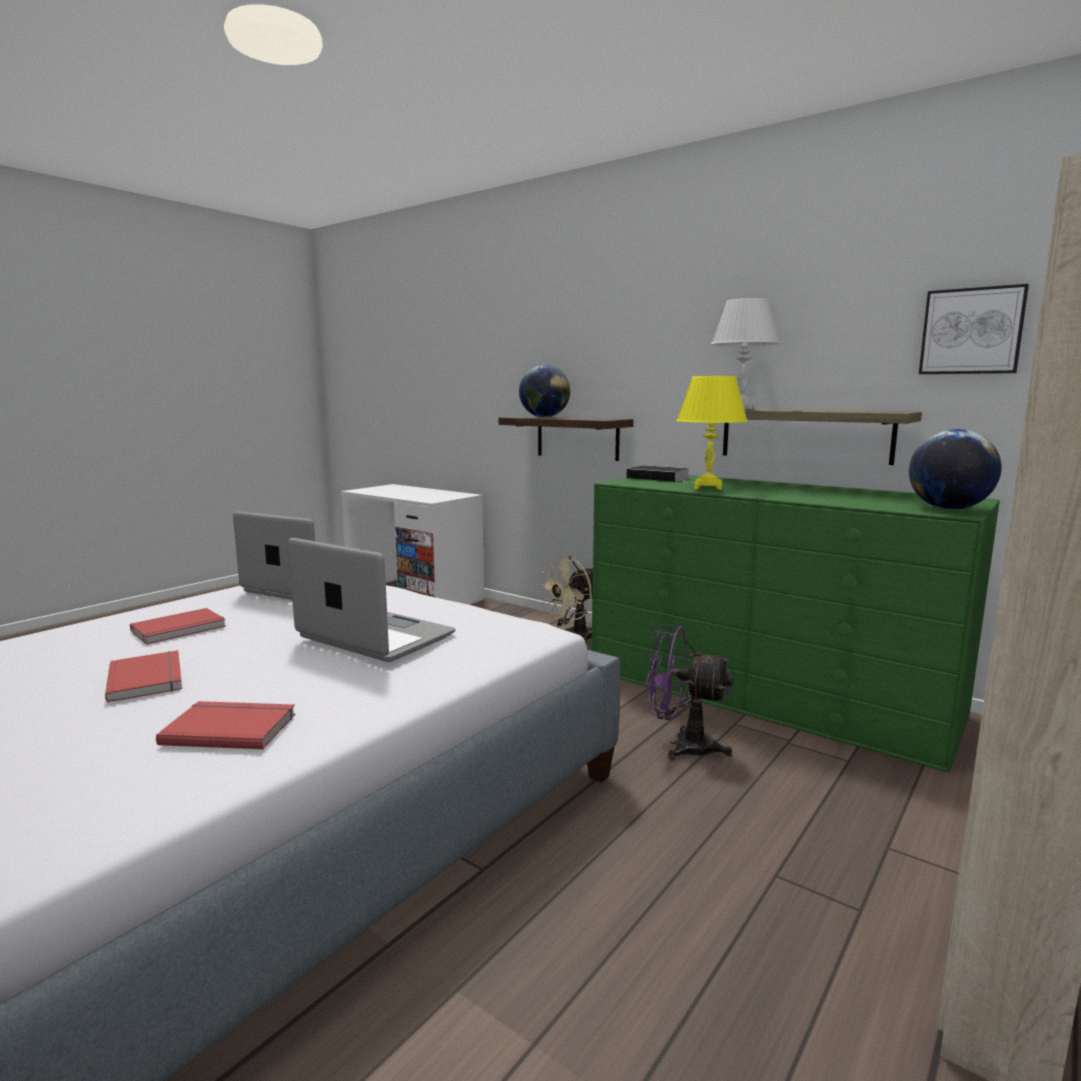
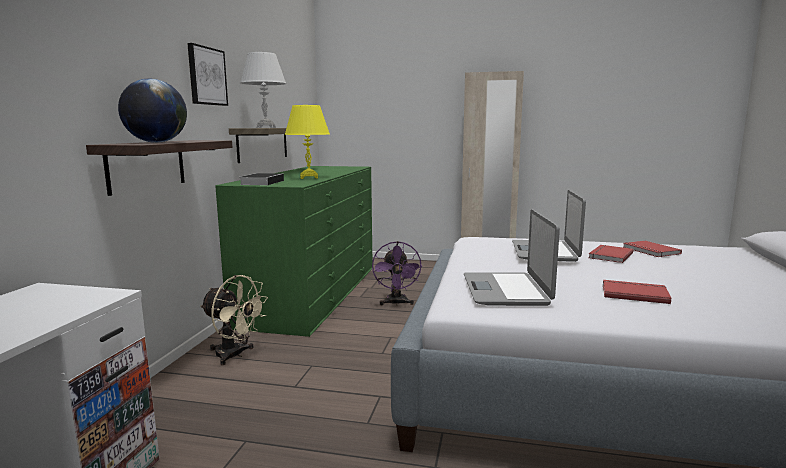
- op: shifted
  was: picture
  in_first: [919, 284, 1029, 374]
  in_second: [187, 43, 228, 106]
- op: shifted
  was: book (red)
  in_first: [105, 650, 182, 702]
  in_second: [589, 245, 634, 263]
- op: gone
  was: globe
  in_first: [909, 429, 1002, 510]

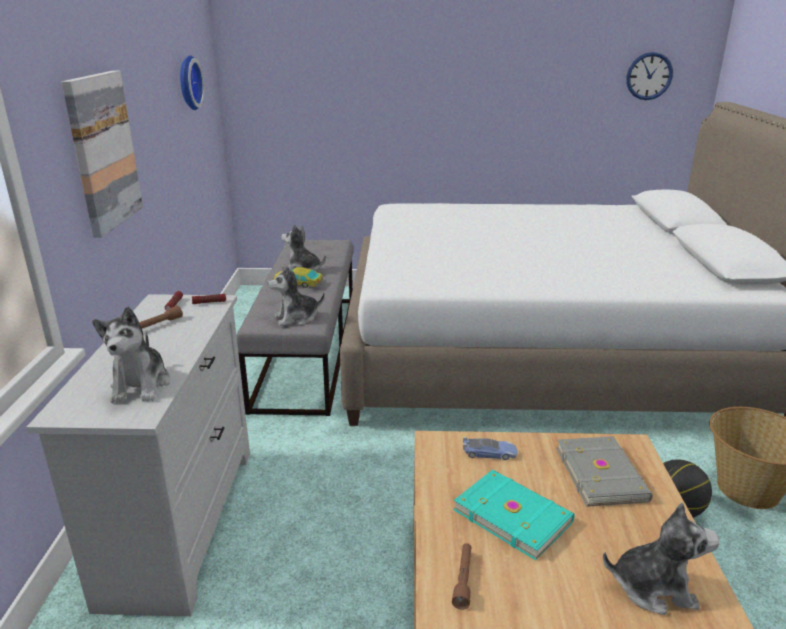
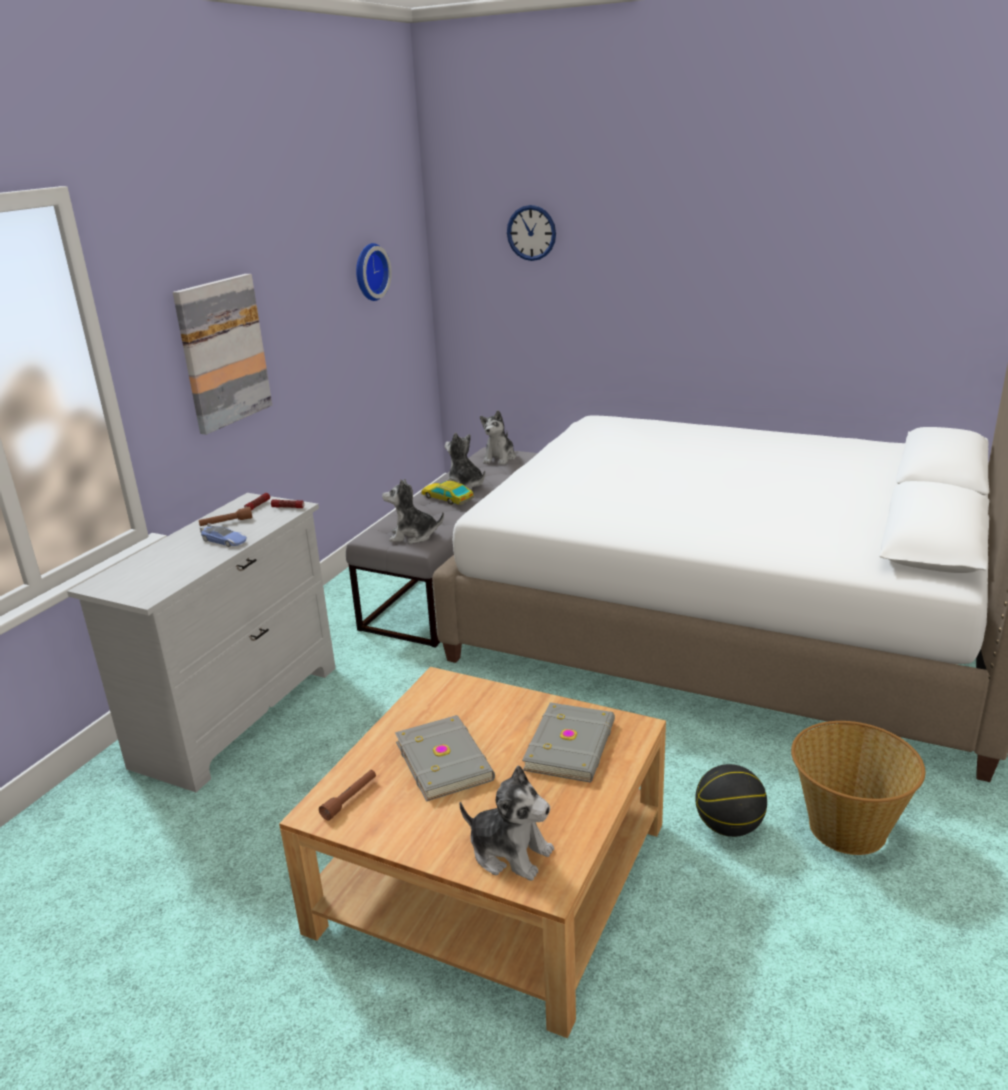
- op: shifted
  was: toy car
  in_first: [463, 437, 518, 460]
  in_second: [200, 523, 247, 547]
- op: repainted
  was: book (turquoise)
  now: book (grey)
  in_first: [453, 470, 575, 560]
  in_second: [395, 715, 495, 802]
- op: shifted
  was: plush toy
  in_first: [92, 306, 170, 403]
  in_second: [480, 410, 516, 465]
- op: shifted
  was: wall clock
  in_first: [626, 52, 673, 100]
  in_second: [507, 205, 556, 261]

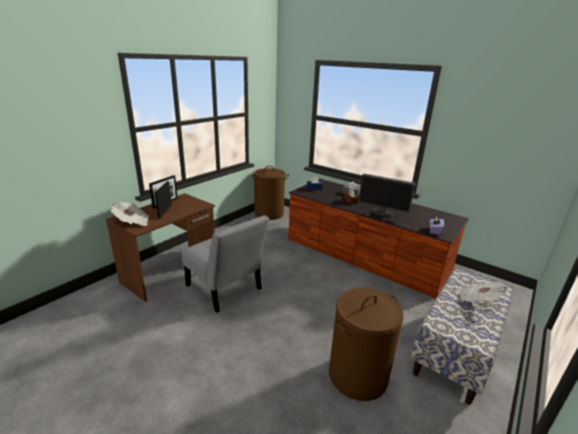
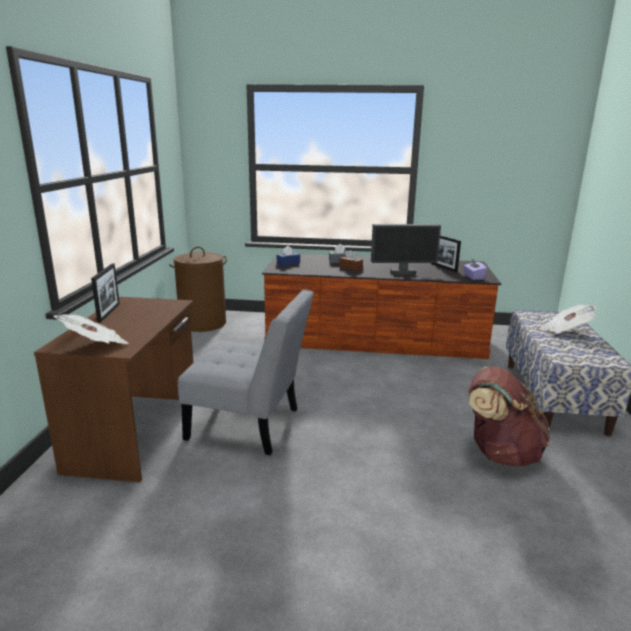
- op: shifted
  was: picture frame
  in_first: [155, 181, 172, 219]
  in_second: [431, 235, 461, 272]
- op: swapped
  was: laundry basket (brown)
  now: backpack (brown)
  in_first: [329, 288, 404, 401]
  in_second: [468, 366, 550, 466]

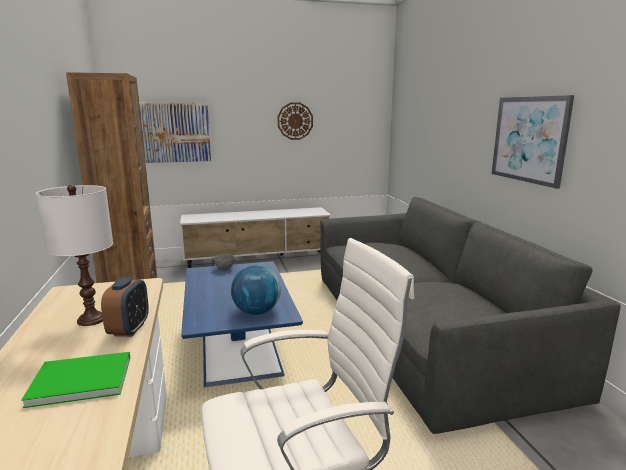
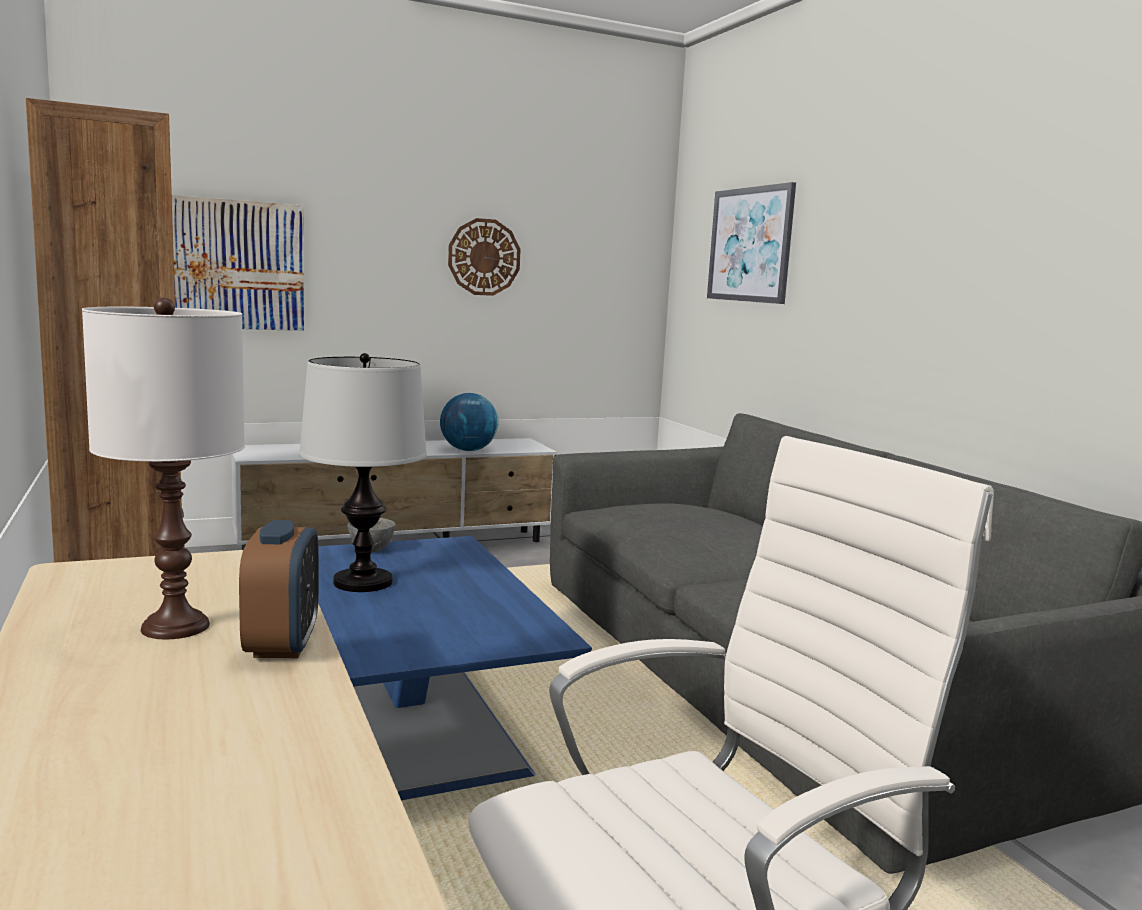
- op: new
  now: table lamp
  in_second: [299, 353, 427, 592]
- op: shifted
  was: globe
  in_first: [231, 265, 281, 315]
  in_second: [440, 393, 499, 451]
- op: shifted
  was: picture
  in_first: [492, 95, 574, 189]
  in_second: [707, 182, 796, 304]
- op: gone
  was: book (green)
  in_first: [21, 352, 130, 408]

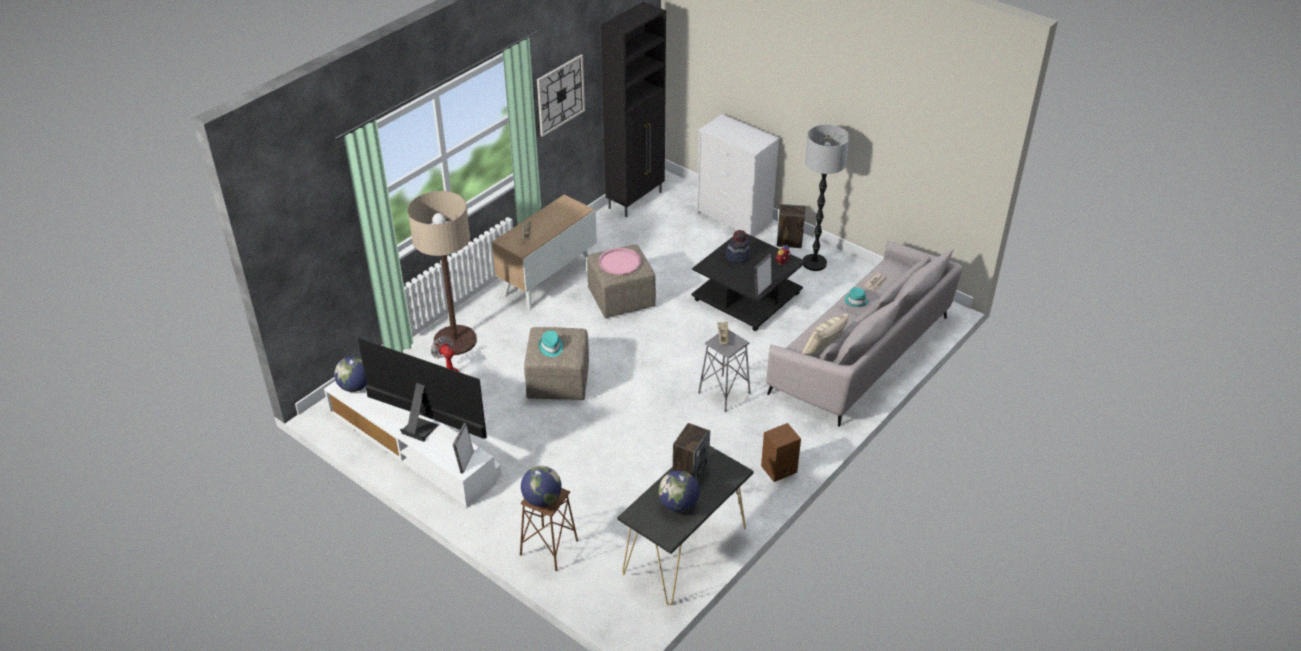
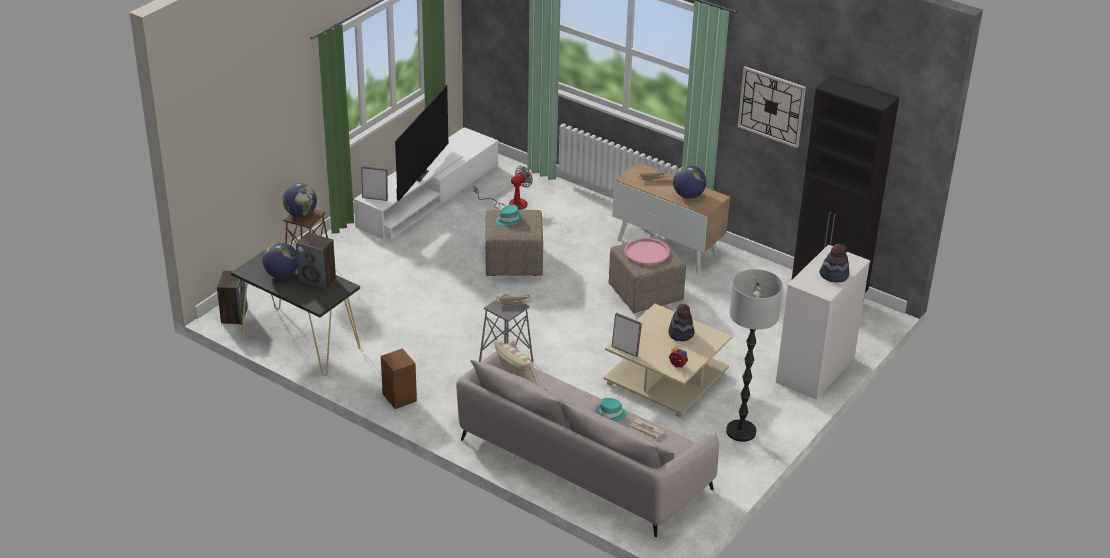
- op: shifted
  was: speaker
  in_first: [777, 204, 805, 248]
  in_second: [217, 271, 248, 325]
- op: repainted
  was: coffee table (black)
  now: coffee table (beige)
  in_first: [691, 233, 806, 331]
  in_second: [604, 304, 732, 417]
- op: shifted
  was: globe
  in_first: [334, 356, 367, 392]
  in_second: [673, 165, 706, 199]
- op: new
  now: hat
  in_second: [819, 244, 849, 283]
- op: gone
  was: floor lamp
  in_first: [408, 191, 477, 355]

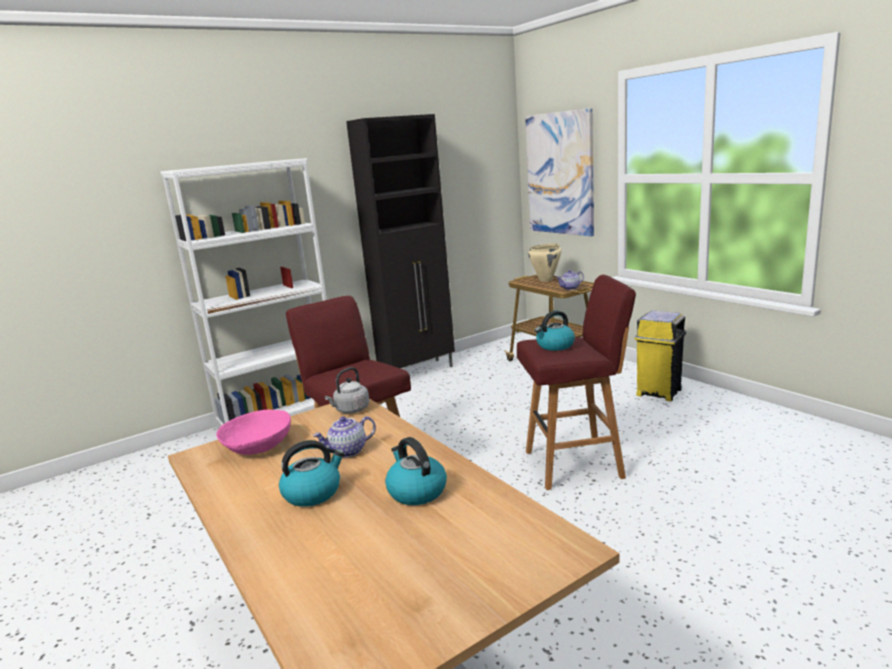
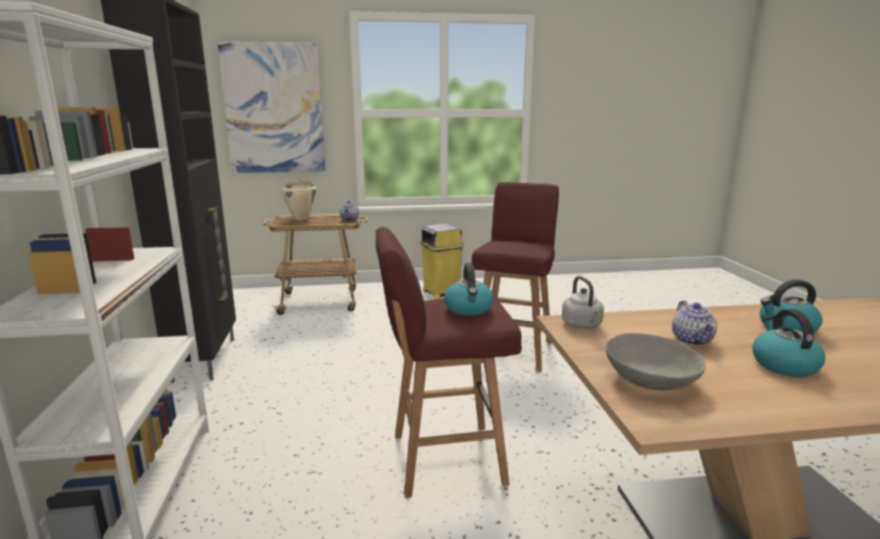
- op: shifted
  was: kettle
  in_first: [535, 311, 575, 351]
  in_second: [444, 263, 494, 316]
- op: repainted
  was: bowl (pink)
  now: bowl (grey)
  in_first: [216, 410, 291, 455]
  in_second: [605, 333, 706, 390]

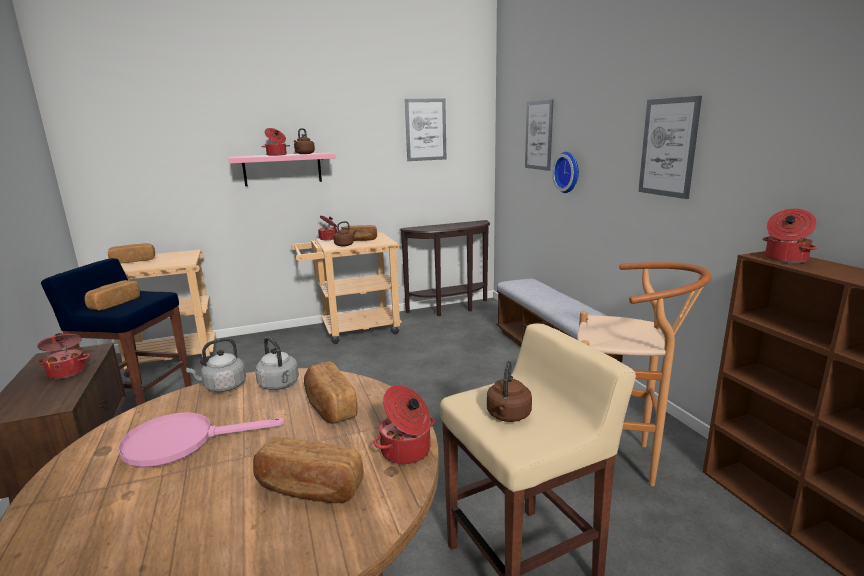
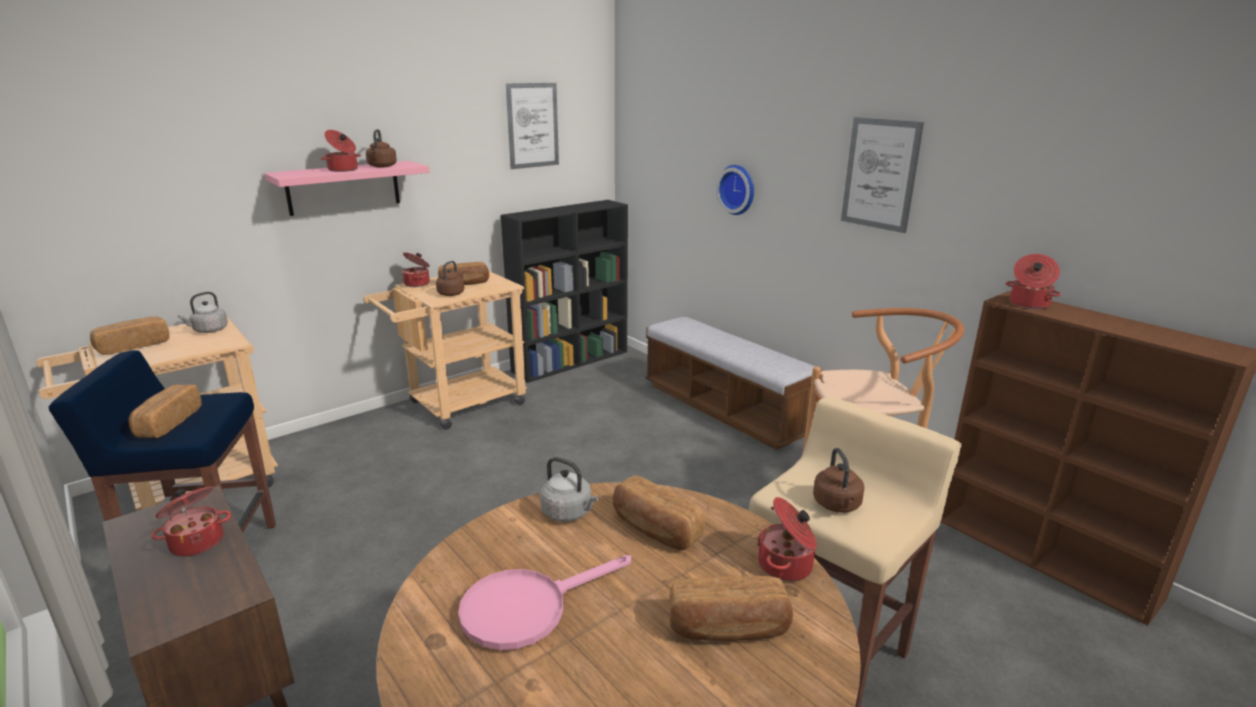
- op: shifted
  was: kettle (grey)
  in_first: [186, 338, 246, 392]
  in_second: [178, 292, 228, 333]
- op: swapped
  was: console table (brown)
  now: bookcase (black)
  in_first: [400, 220, 490, 316]
  in_second: [501, 200, 628, 383]
- op: gone
  was: picture
  in_first: [525, 99, 553, 171]

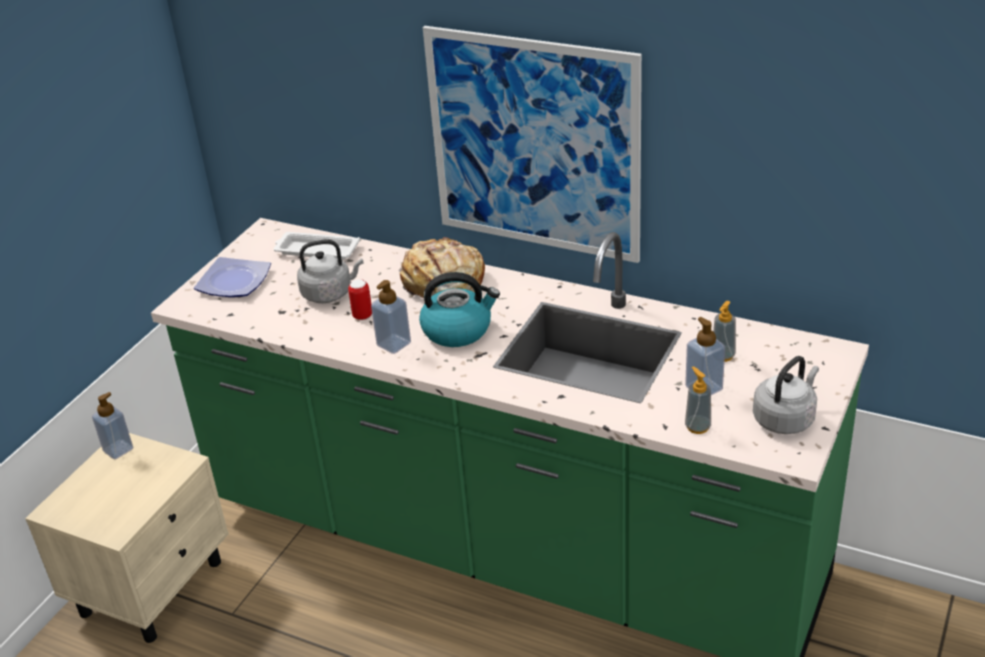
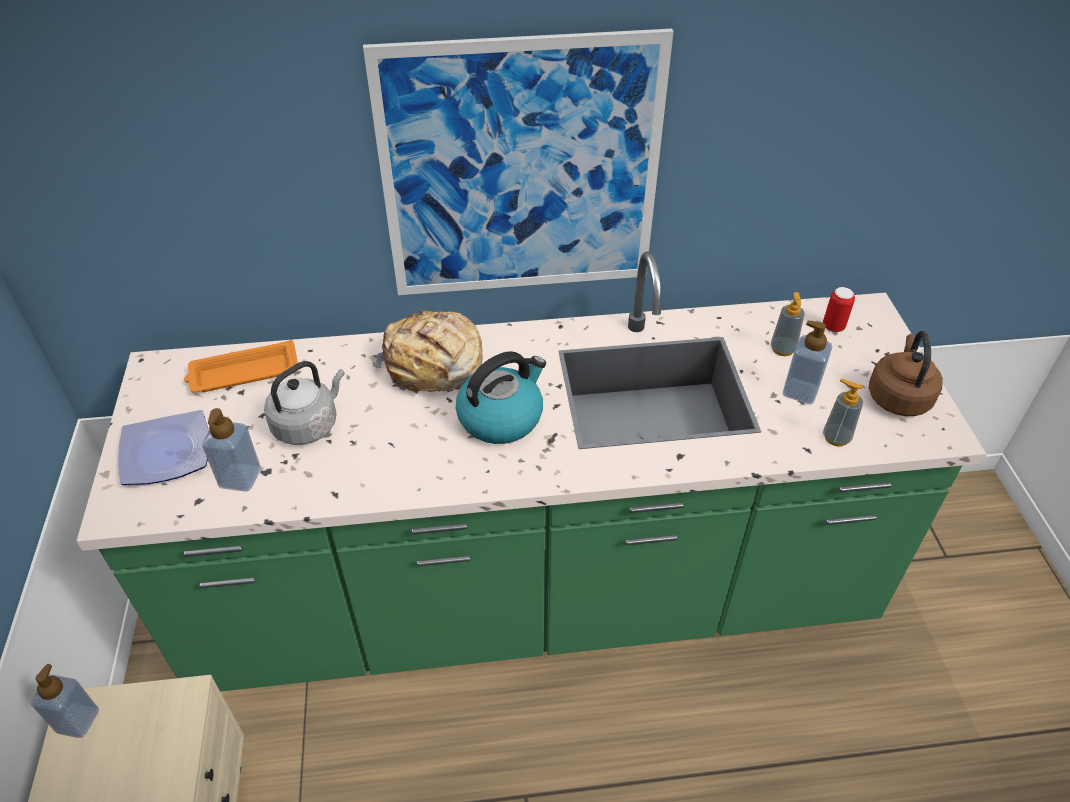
- op: repainted
  was: tray (white)
  now: tray (orange)
  in_first: [273, 232, 360, 260]
  in_second: [184, 340, 298, 393]
- op: shifted
  was: soap dispenser
  in_first: [371, 280, 411, 354]
  in_second: [202, 408, 261, 491]
- op: shifted
  was: can
  in_first: [348, 279, 372, 320]
  in_second: [823, 287, 855, 332]
- op: repainted
  was: kettle (grey)
  now: kettle (brown)
  in_first: [753, 356, 819, 434]
  in_second: [869, 331, 943, 416]

